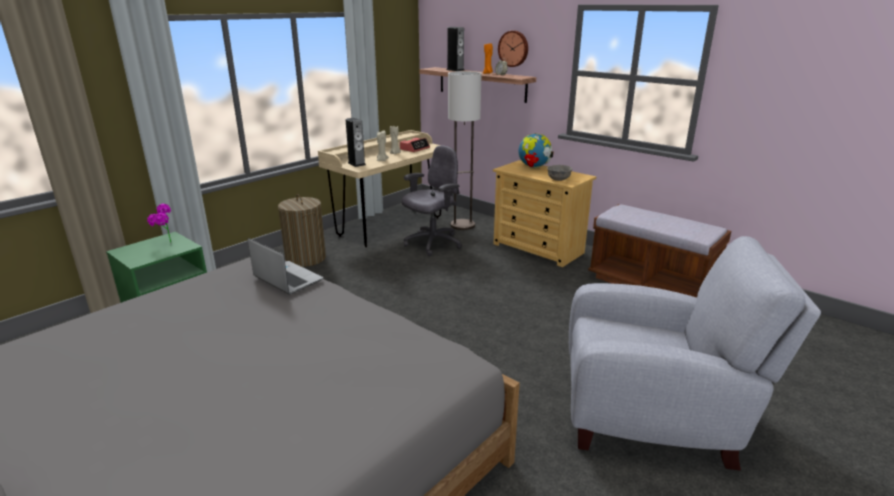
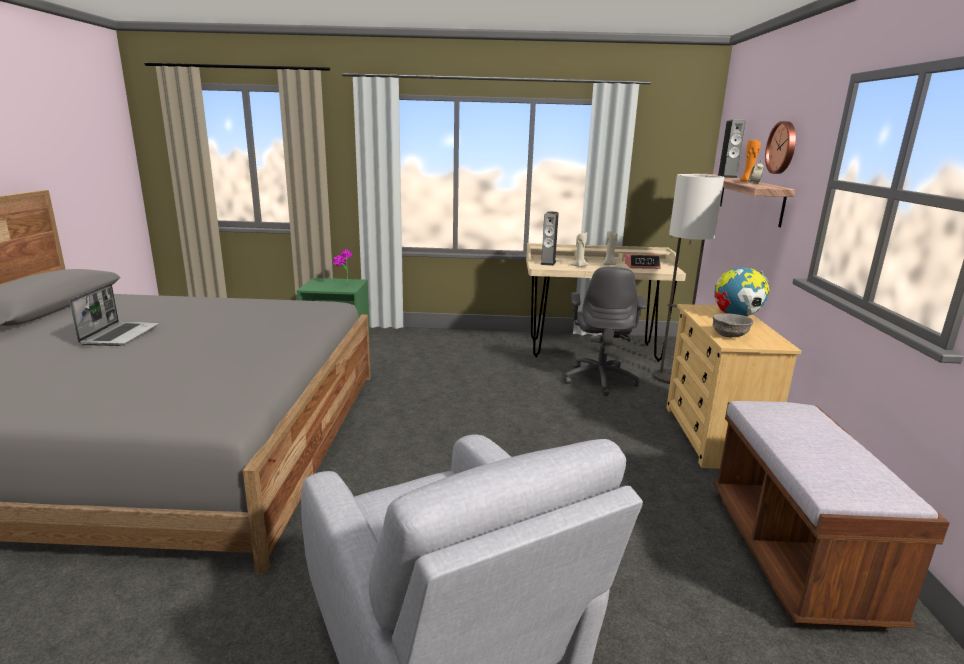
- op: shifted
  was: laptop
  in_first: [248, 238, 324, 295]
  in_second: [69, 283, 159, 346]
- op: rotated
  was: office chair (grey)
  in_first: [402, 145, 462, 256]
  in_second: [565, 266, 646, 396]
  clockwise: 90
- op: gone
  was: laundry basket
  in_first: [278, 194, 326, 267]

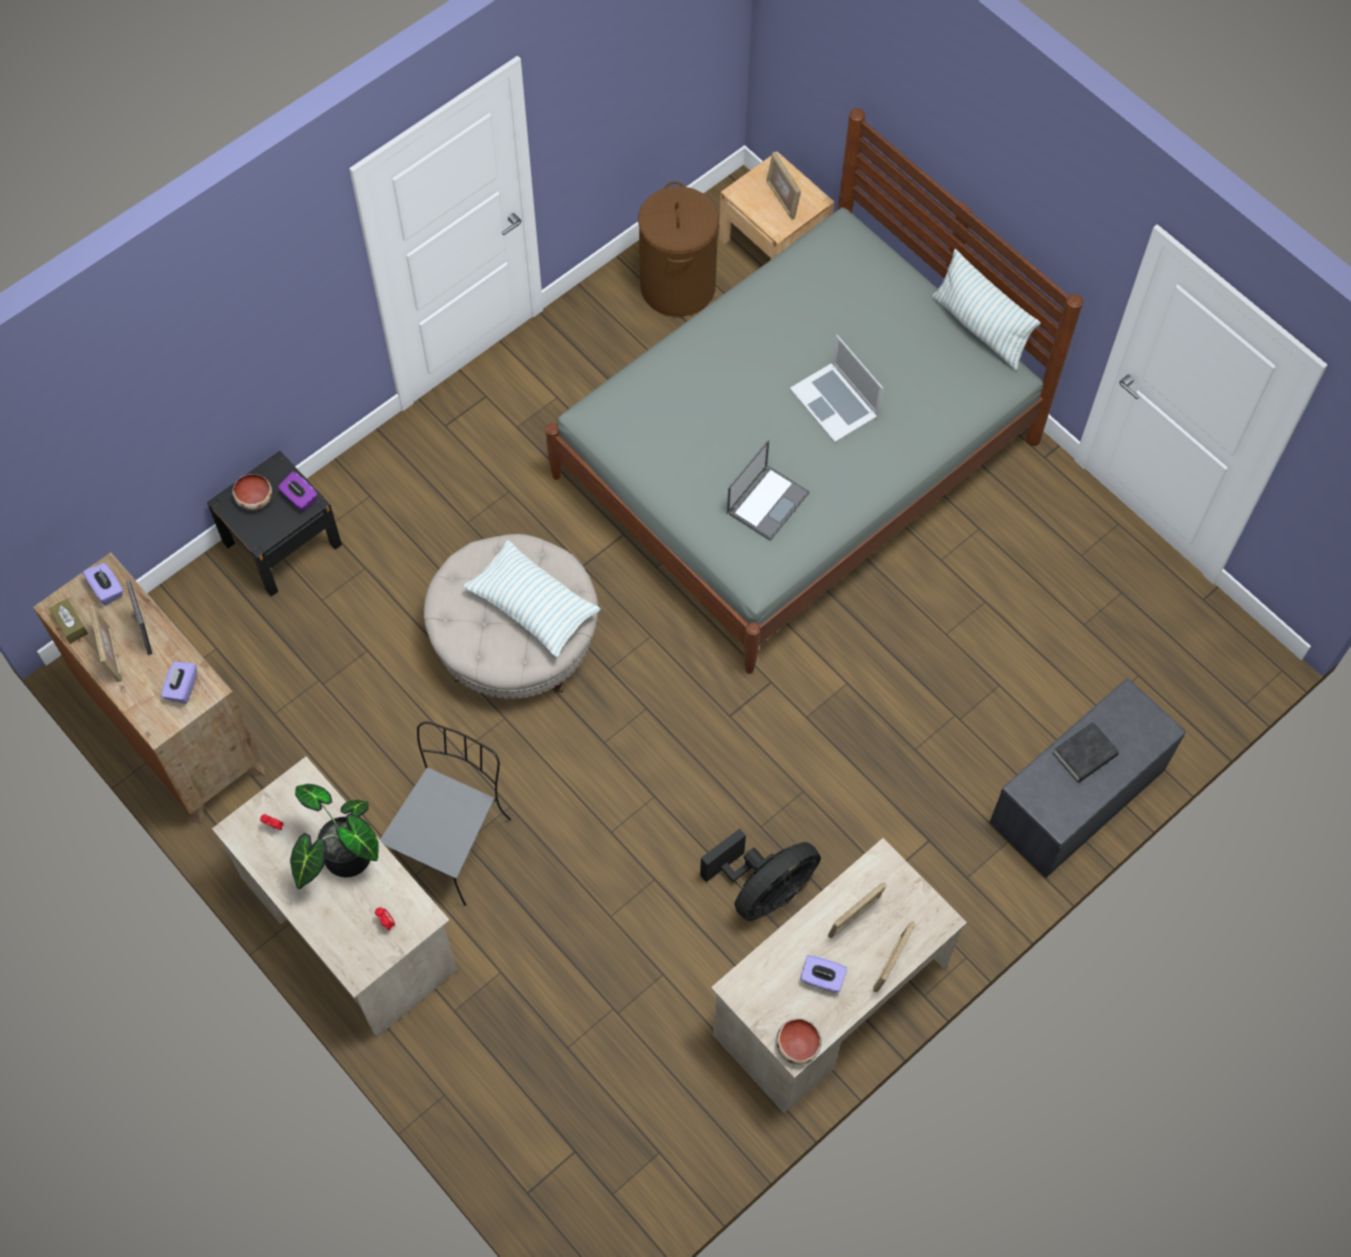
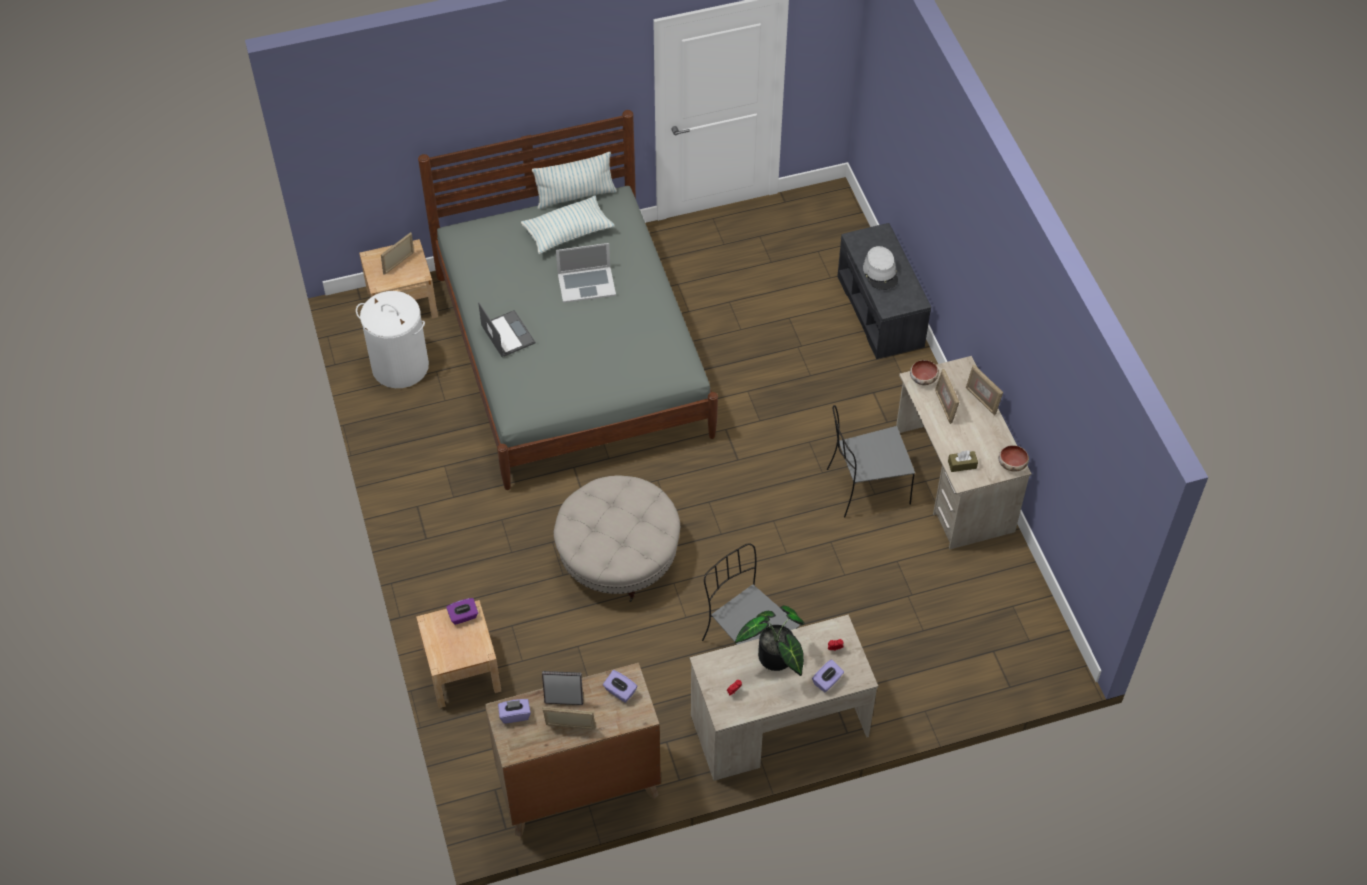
- op: repainted
  was: laundry basket (brown)
  now: laundry basket (white)
  in_first: [638, 181, 719, 317]
  in_second: [356, 291, 429, 388]
- op: rotated
  was: picture frame
  in_first: [767, 152, 801, 220]
  in_second: [381, 232, 414, 275]
  clockwise: 135
- op: repainted
  was: nightstand (black)
  now: nightstand (beige)
  in_first: [207, 451, 342, 597]
  in_second: [416, 600, 501, 708]
- op: shifted
  was: laptop
  in_first: [727, 440, 810, 541]
  in_second: [478, 302, 536, 357]
- op: shifted
  was: pillow
  in_first: [463, 540, 601, 658]
  in_second: [521, 195, 615, 254]
- op: shifted
  was: tissue box (purple)
  in_first: [800, 955, 847, 992]
  in_second: [812, 659, 844, 693]
- op: swapped
  was: fan (black)
  now: chair (grey)
  in_first: [700, 828, 821, 921]
  in_second: [827, 405, 915, 518]
- op: swapped
  was: book (black)
  now: hat (grey)
  in_first: [1053, 722, 1119, 783]
  in_second: [863, 246, 898, 290]
- op: shifted
  was: bowl
  in_first: [232, 474, 272, 510]
  in_second: [910, 360, 939, 385]
- op: shifted
  was: tissue box (brown)
  in_first: [49, 599, 88, 644]
  in_second: [948, 450, 978, 472]

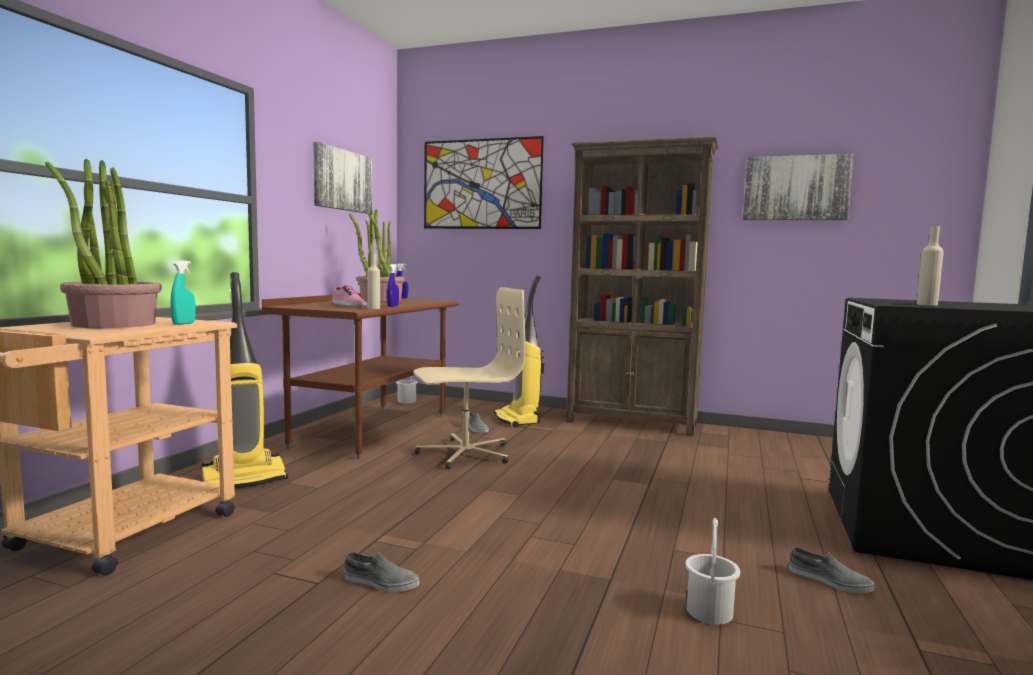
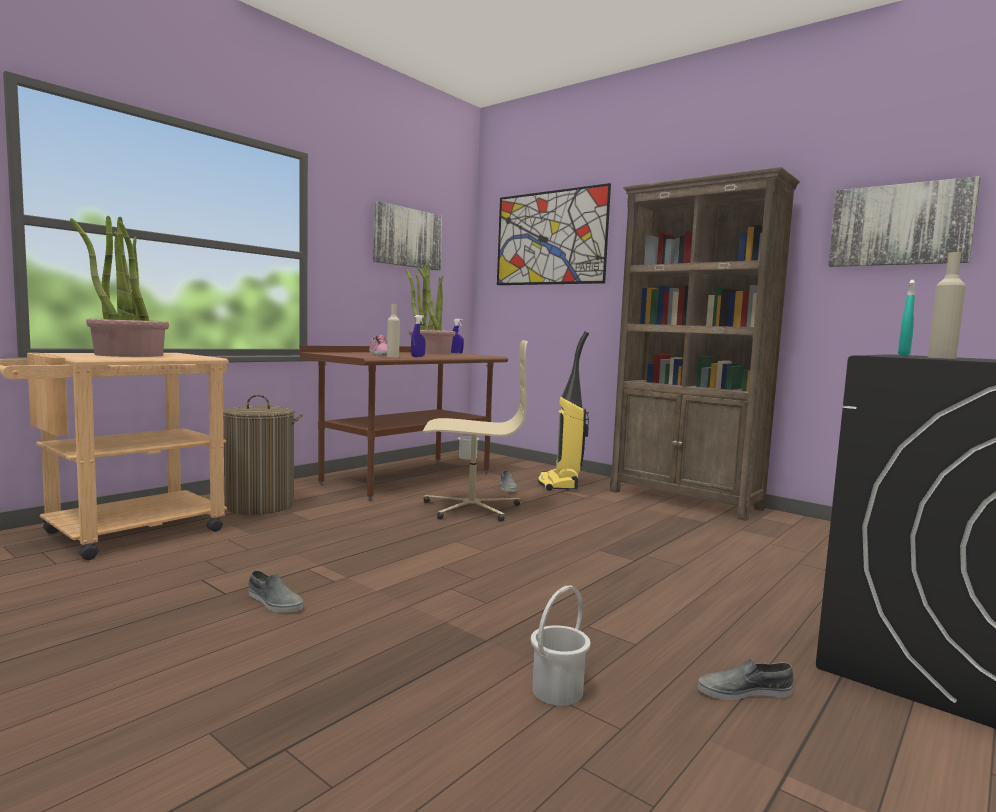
- op: swapped
  was: vacuum cleaner
  now: laundry basket
  in_first: [202, 272, 288, 488]
  in_second: [223, 394, 303, 515]
- op: rotated
  was: shoe (grey)
  in_first: [789, 547, 875, 593]
  in_second: [698, 658, 794, 700]
  clockwise: 120
- op: shifted
  was: spray bottle (turquoise)
  in_first: [170, 261, 196, 325]
  in_second: [898, 280, 916, 356]

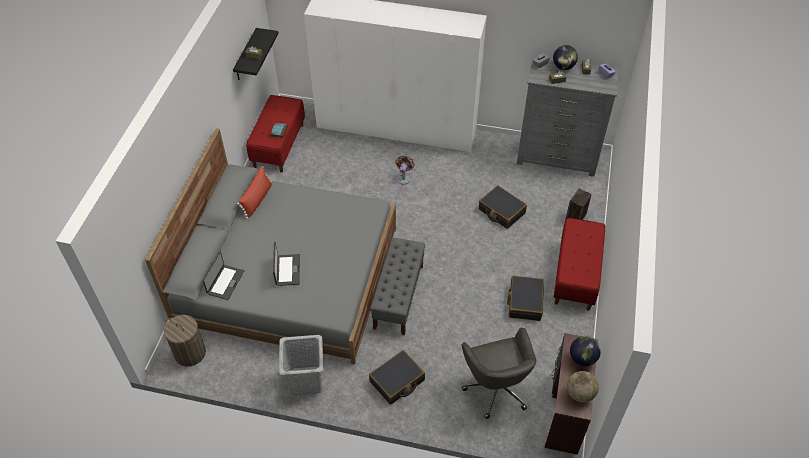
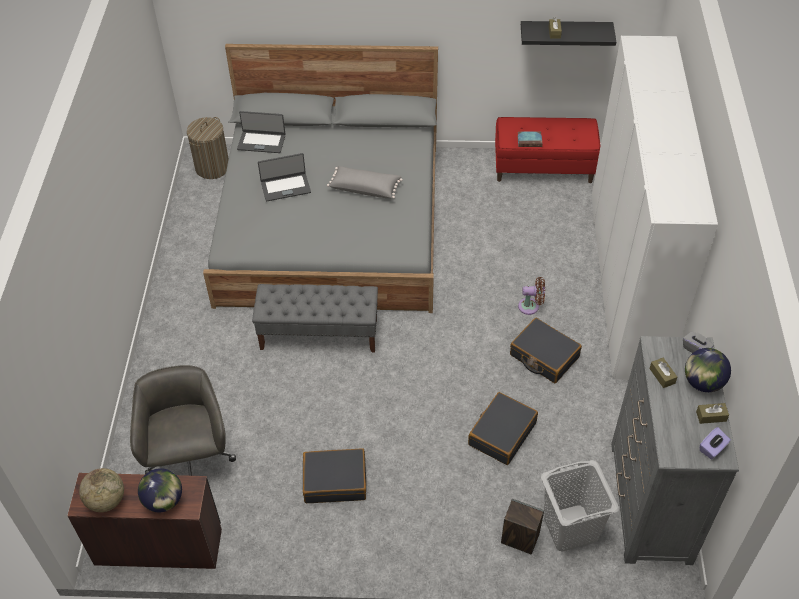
- op: rotated
  was: office chair (grey)
  in_first: [462, 327, 537, 419]
  in_second: [130, 365, 236, 476]
  clockwise: 105
- op: new
  now: pillow (grey)
  in_second: [327, 166, 403, 199]
- op: shifted
  was: suitcase (black)
  in_first: [369, 350, 425, 405]
  in_second: [510, 318, 582, 383]
- op: shifted
  was: laundry basket (grey)
  in_first: [279, 335, 323, 395]
  in_second: [541, 460, 619, 552]
- op: gone
  was: pillow (red)
  in_first: [237, 166, 272, 219]
- op: gone
  was: bench (red)
  in_first: [554, 218, 605, 311]

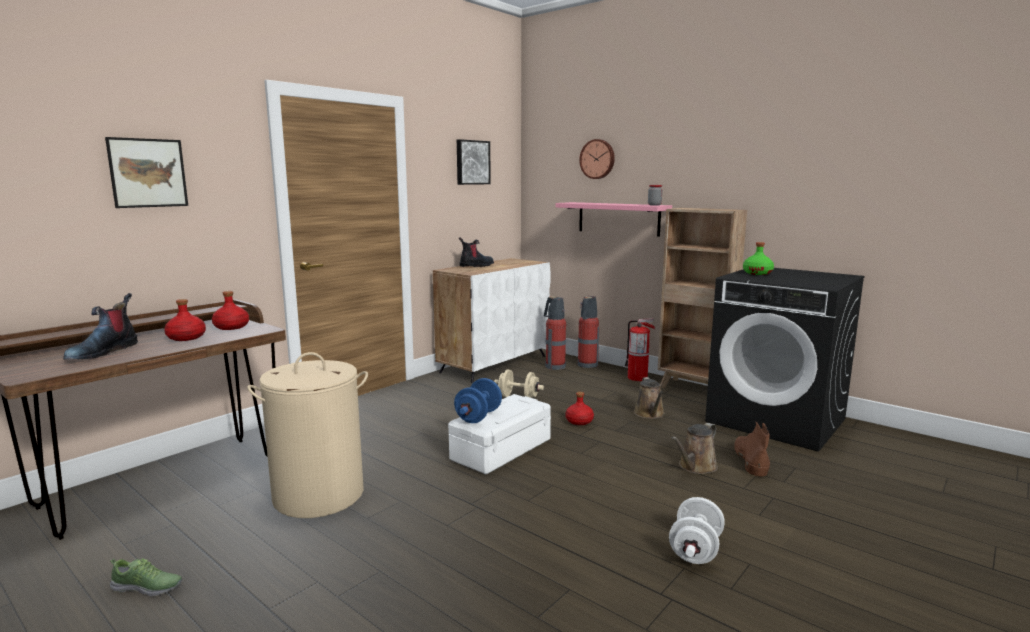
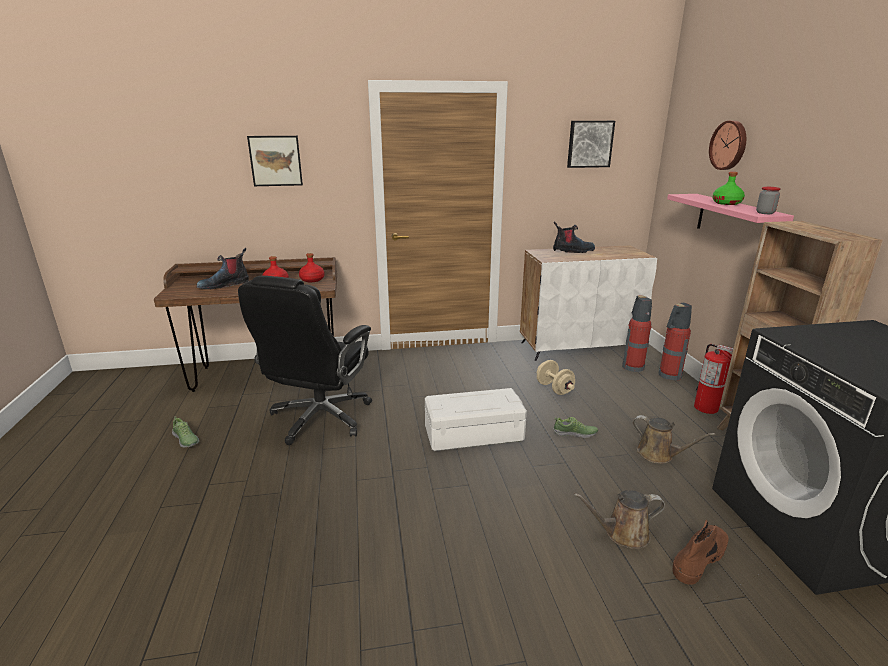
- op: swapped
  was: laundry basket (beige)
  now: office chair (black)
  in_first: [247, 352, 368, 518]
  in_second: [238, 276, 372, 445]
- op: swapped
  was: bottle (red)
  now: shoe
  in_first: [565, 392, 594, 425]
  in_second: [553, 417, 598, 438]
- op: rotated
  was: watering can (brown)
  in_first: [634, 377, 664, 419]
  in_second: [632, 415, 716, 464]
  clockwise: -90
- op: shifted
  was: bottle (green)
  in_first: [743, 242, 774, 275]
  in_second: [712, 172, 745, 205]
- op: gone
  was: dumbbell (blue)
  in_first: [454, 378, 502, 423]
- op: gone
  was: dumbbell (white)
  in_first: [669, 497, 725, 564]

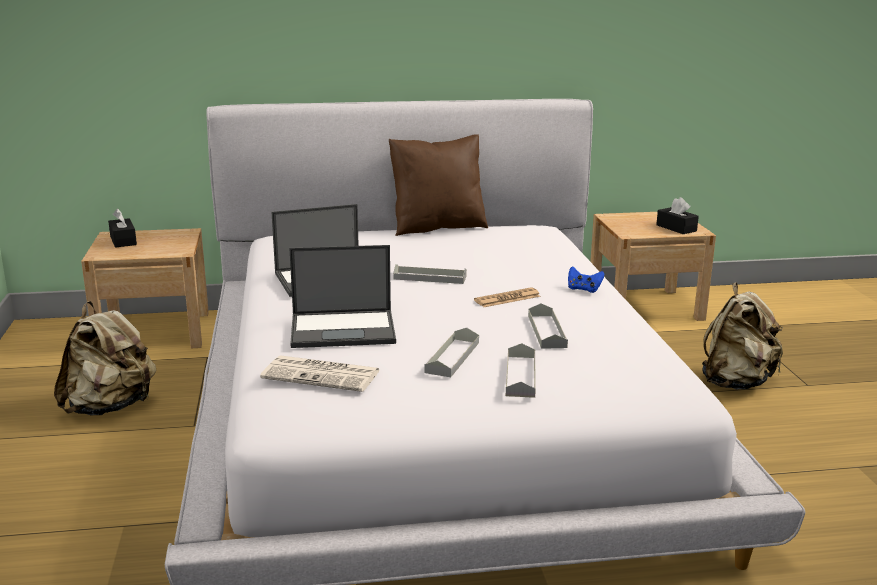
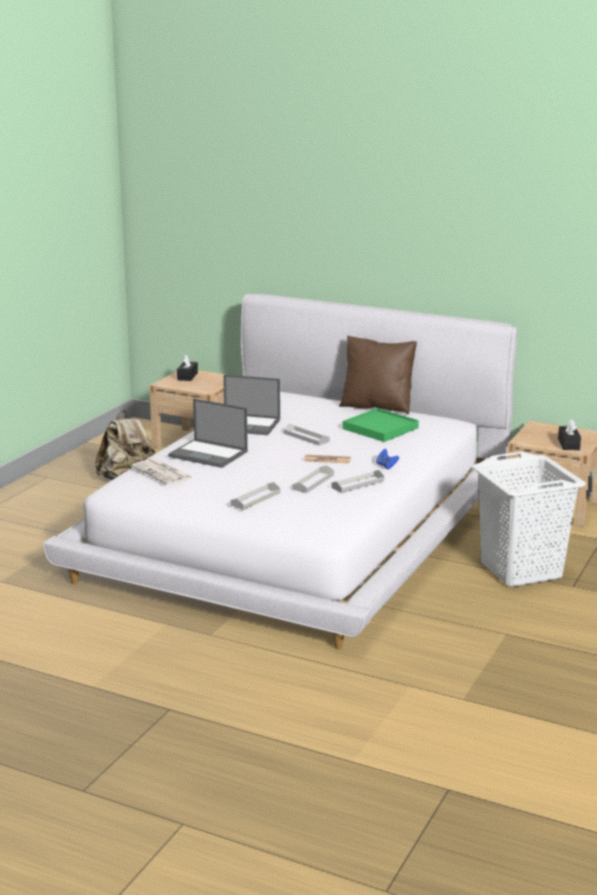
- op: shifted
  was: tray (grey)
  in_first: [424, 328, 479, 377]
  in_second: [331, 470, 384, 493]
- op: new
  now: tray (green)
  in_second: [342, 408, 419, 442]
- op: swapped
  was: backpack (beige)
  now: laundry basket (white)
  in_first: [702, 283, 783, 390]
  in_second: [472, 452, 586, 587]

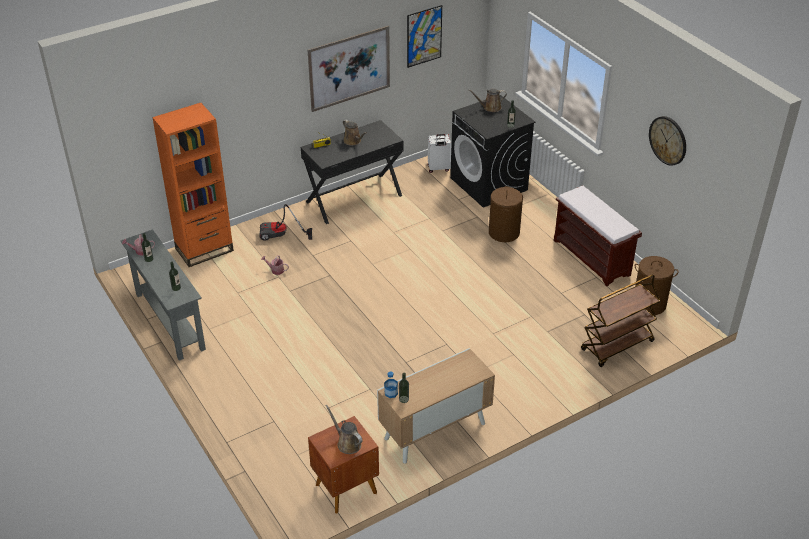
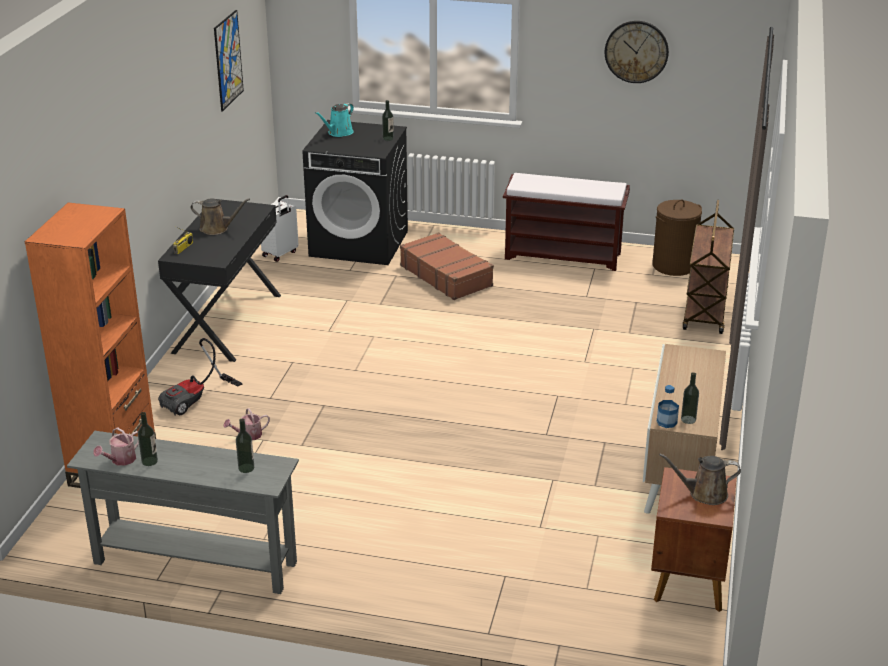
- op: repainted
  was: watering can (brown)
  now: watering can (turquoise)
  in_first: [468, 89, 507, 112]
  in_second: [315, 103, 354, 137]
- op: swapped
  was: laundry basket (brown)
  now: suitcase (brown)
  in_first: [489, 186, 523, 242]
  in_second: [400, 232, 494, 300]
- op: gone
  was: picture
  in_first: [308, 26, 390, 112]

